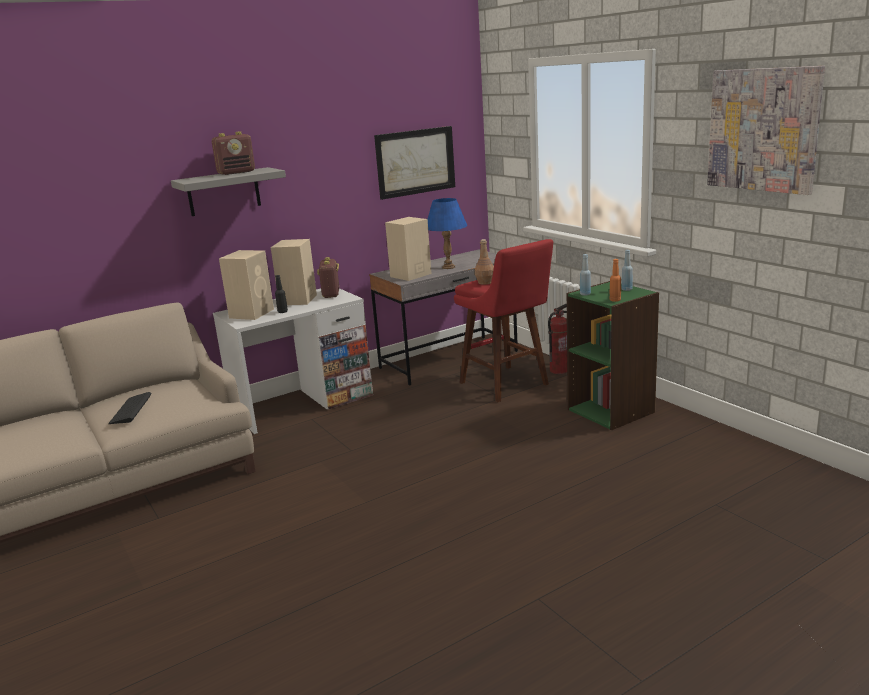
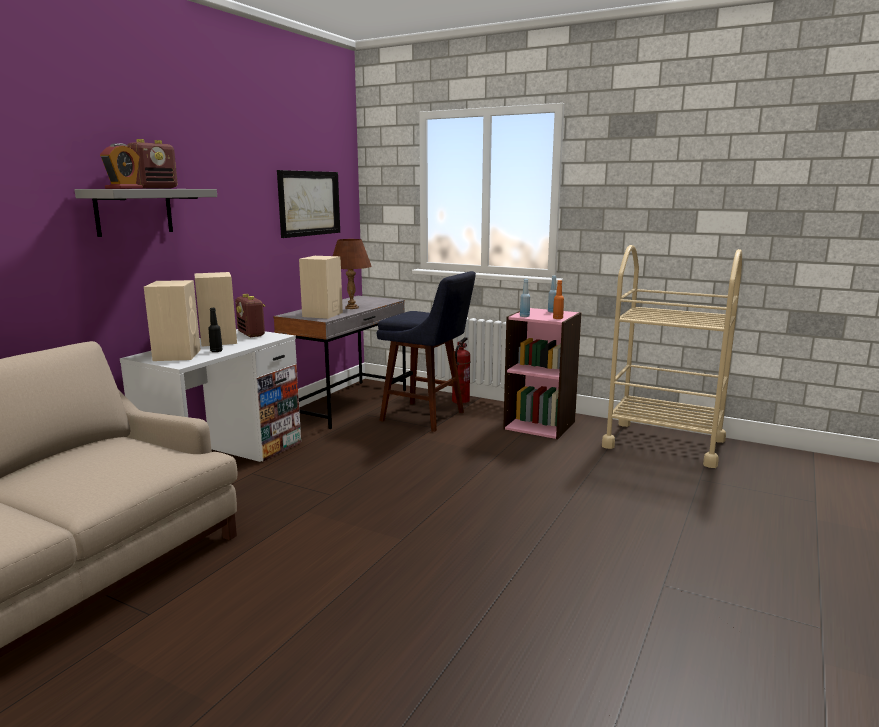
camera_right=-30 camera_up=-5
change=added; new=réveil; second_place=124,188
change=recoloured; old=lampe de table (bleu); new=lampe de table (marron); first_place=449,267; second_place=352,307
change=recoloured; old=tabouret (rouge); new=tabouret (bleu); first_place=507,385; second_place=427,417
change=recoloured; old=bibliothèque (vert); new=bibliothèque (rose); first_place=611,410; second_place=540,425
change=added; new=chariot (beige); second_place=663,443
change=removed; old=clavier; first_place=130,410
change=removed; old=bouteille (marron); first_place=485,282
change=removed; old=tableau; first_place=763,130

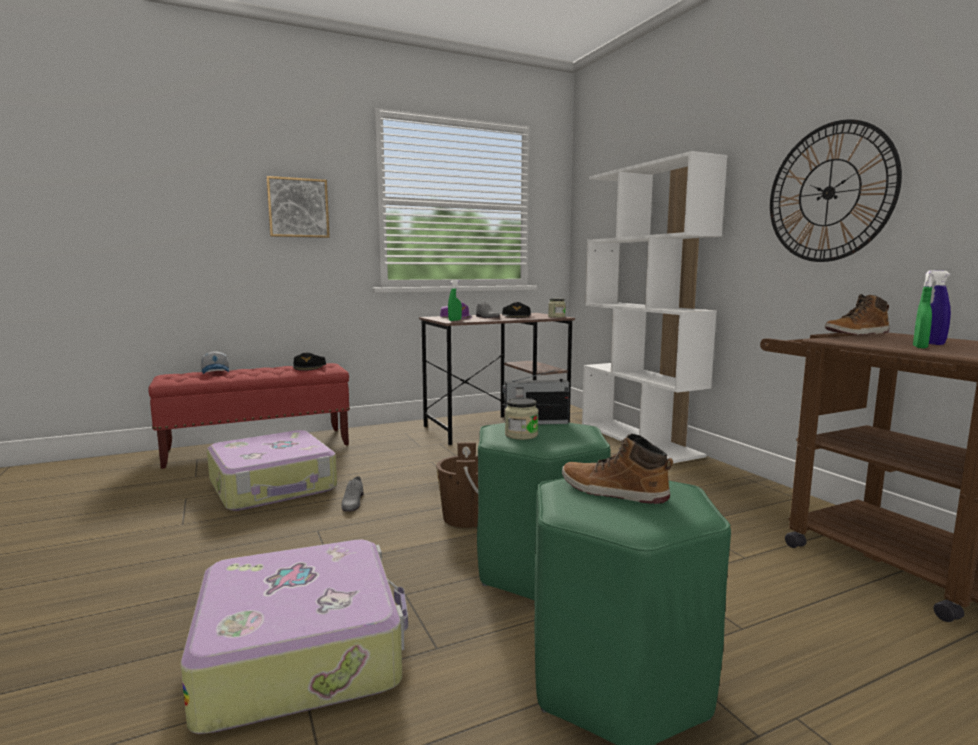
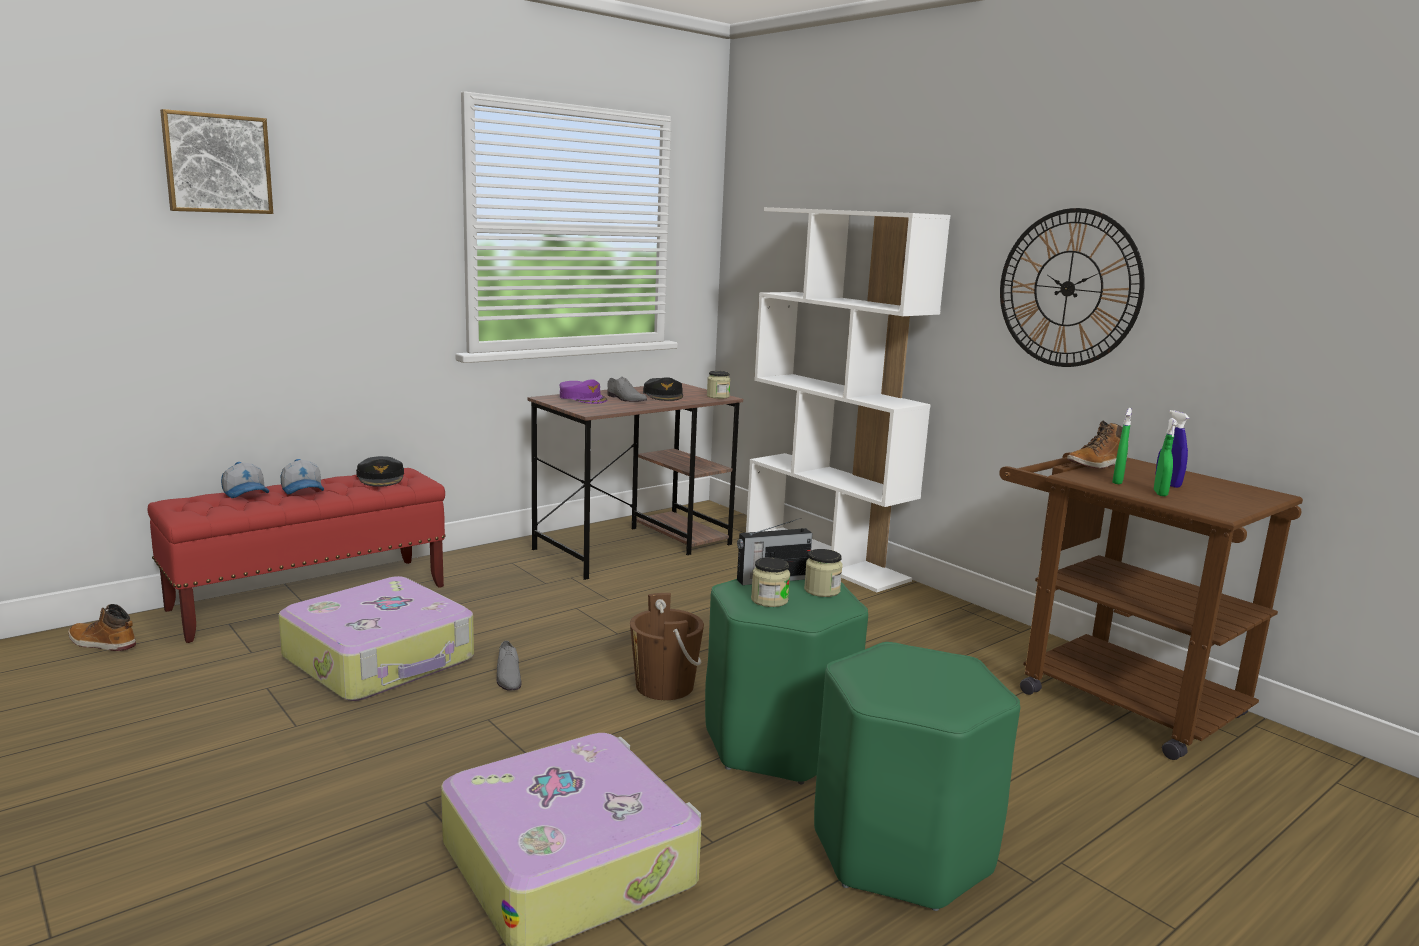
camera_right=-15 camera_up=5
change=moved; old=botte; first_place=612,492; second_place=102,643
change=moved; old=tableau; first_place=298,208; second_place=217,163
change=added; new=casquette; second_place=303,489
change=added; new=bocal; second_place=822,590
change=moved; old=vaporisateur (vert); first_place=455,320; second_place=1117,481

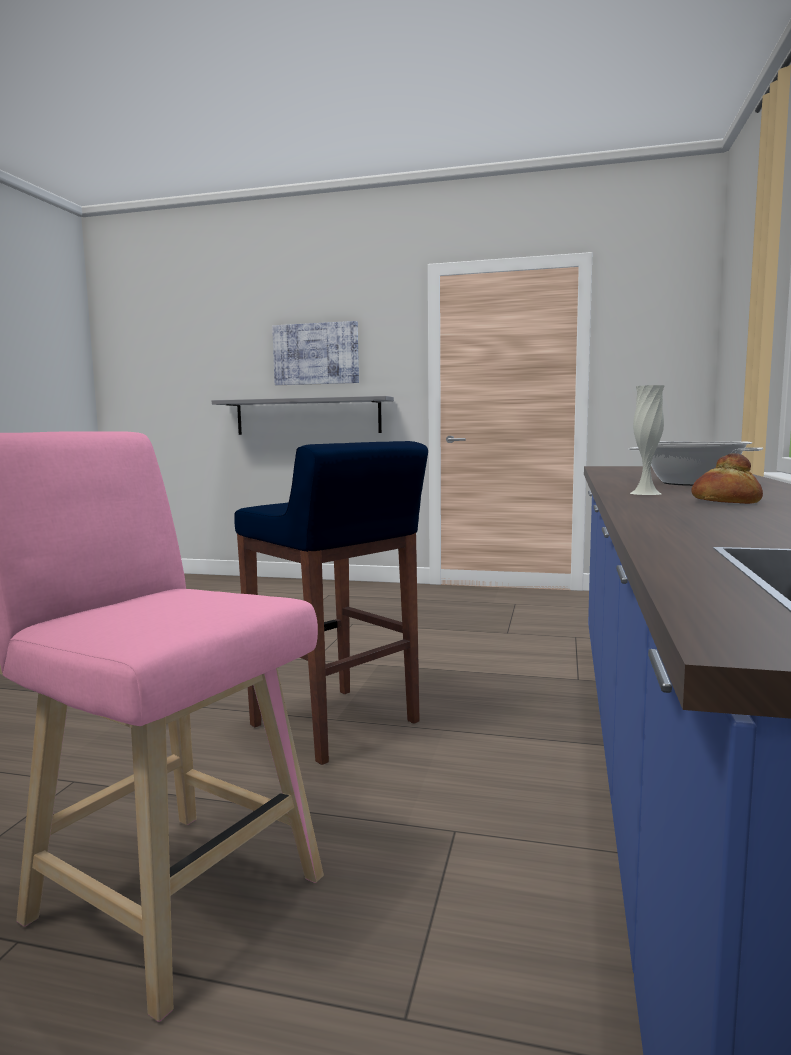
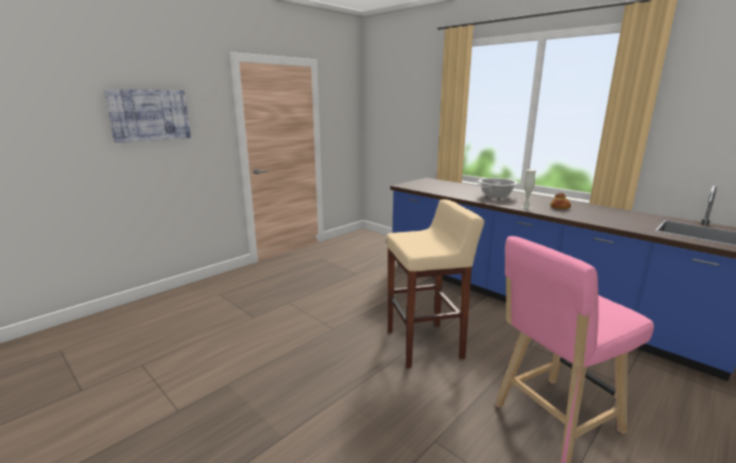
camera_right=-60 camera_up=10
change=recoloured; old=tabouret (bleu); new=tabouret (beige); first_place=336,725; second_place=425,344
change=removed; old=étagère (gris); first_place=307,416

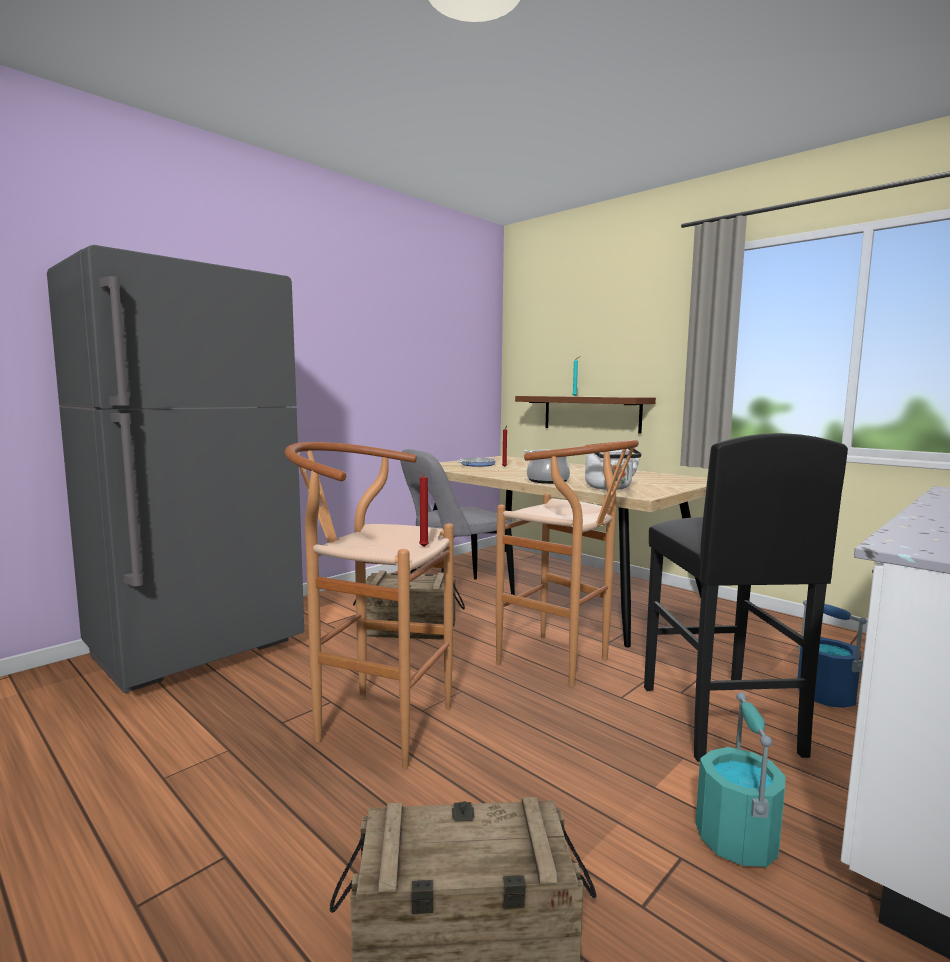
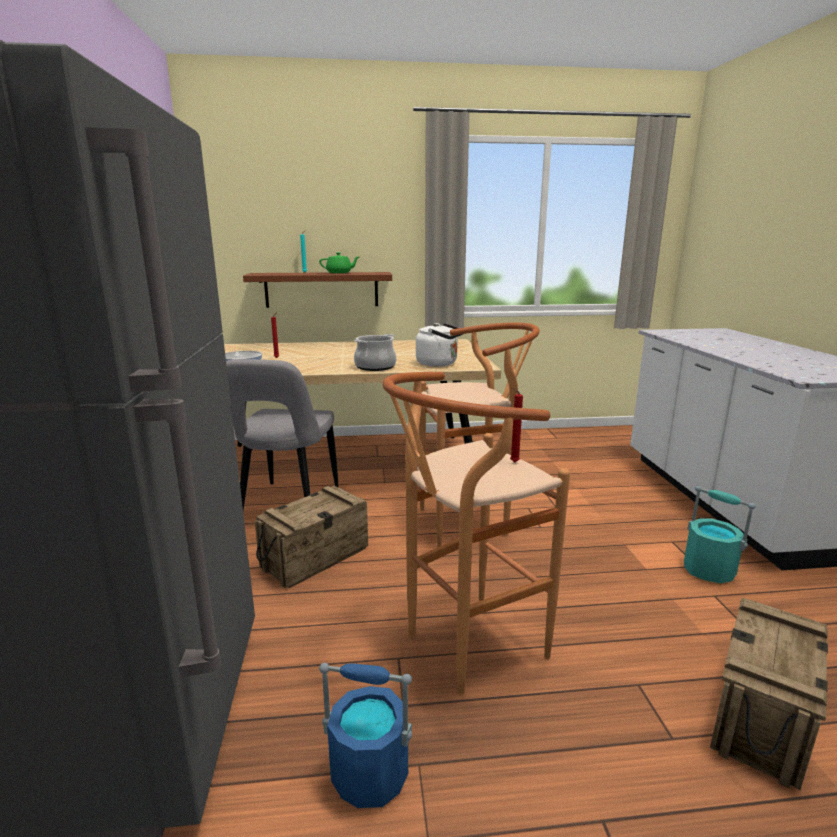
camera_right=-50 camera_up=10
change=added; new=théière (vert); second_place=339,273
change=moved; old=seau (bleu); first_place=825,696; second_place=369,774
change=removed; old=tabouret (noir); first_place=717,719

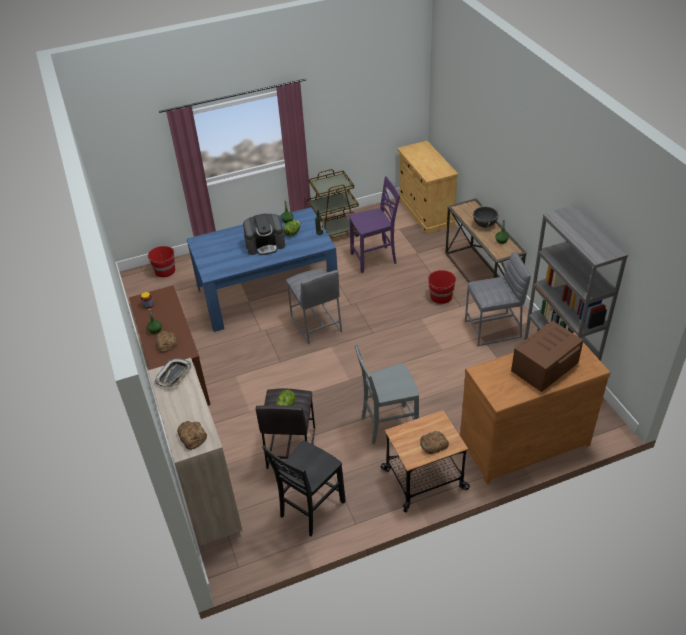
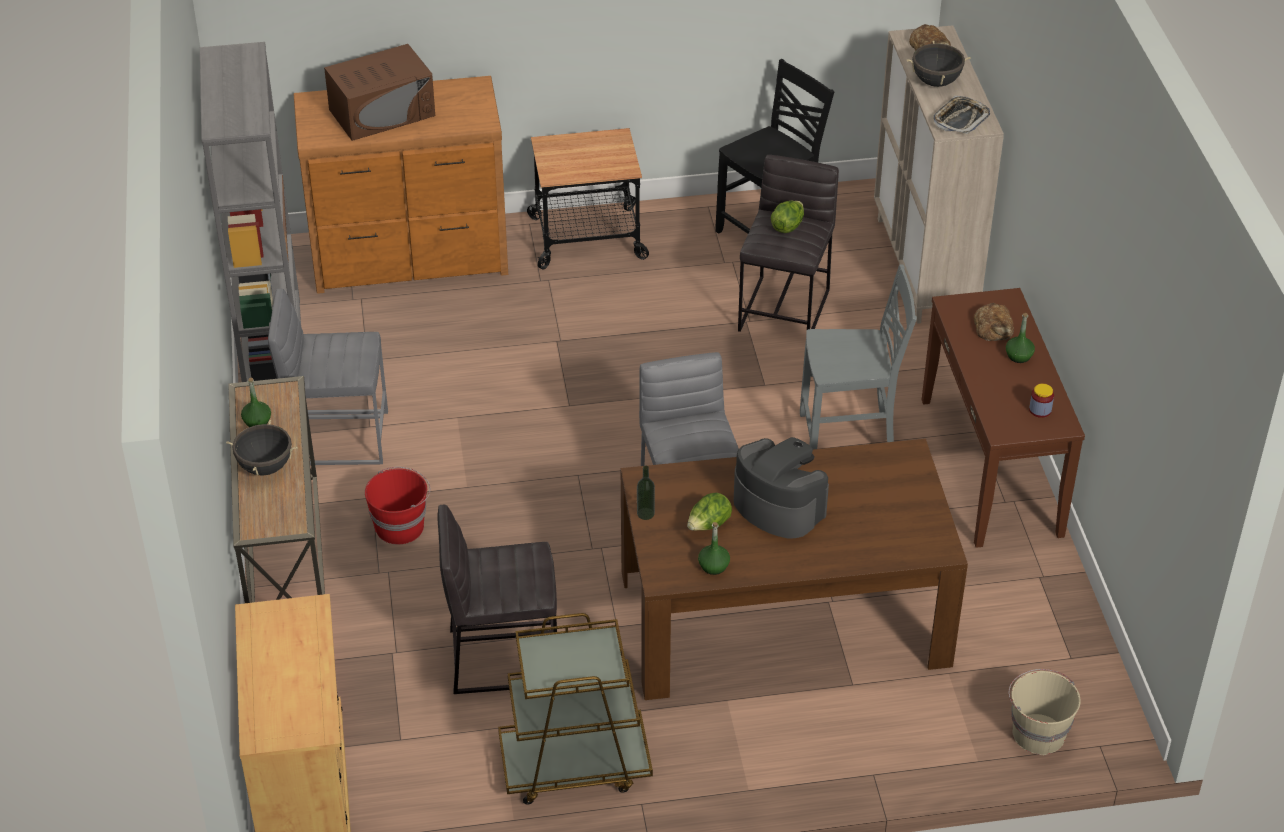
camera_right=-170 camera_up=0
change=replaced; old=chaise (violet); new=tabouret (gris); first_place=374,259; second_place=502,656
change=recoloured; old=table à manger (bleu); new=table à manger (marron); first_place=267,291; second_place=783,618
change=turned; old=machine à café; first_place=265,245; second_place=778,506; degrees=45
change=moved; old=chaise (gris); first_place=388,425; second_place=849,438
change=added; new=marmite (noir); second_place=936,82
change=recoloured; old=seau (rouge); new=seau (beige); first_place=165,271; second_place=1037,733
change=removed; old=pain; first_place=433,444

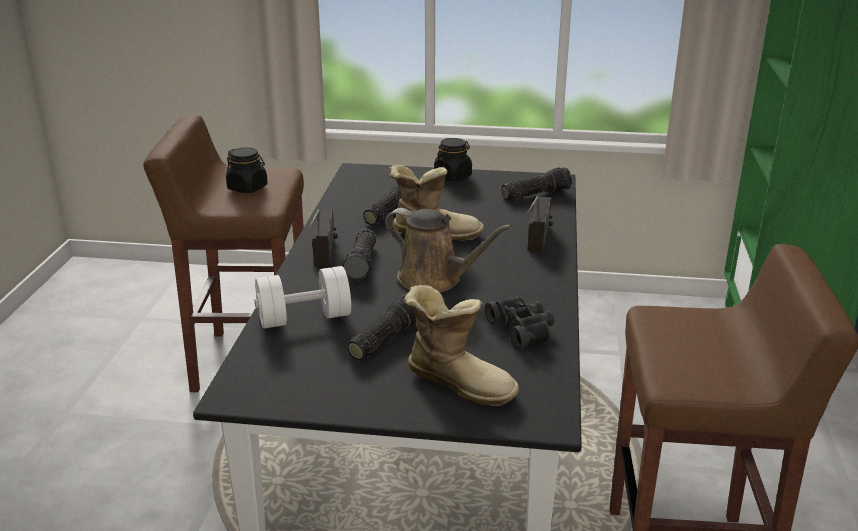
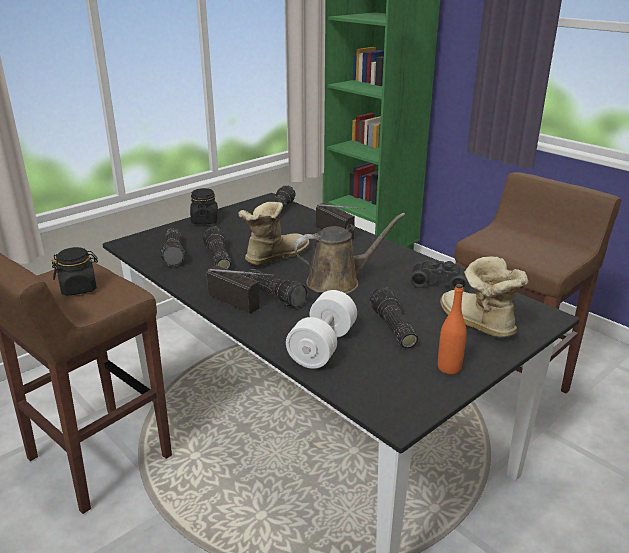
camera_right=-50 camera_up=0
change=added; new=lampe de poche; second_place=175,254
change=added; new=bouteille (orange); second_place=449,368
change=turned; old=botte; first_place=459,381; second_place=476,324; degrees=-105

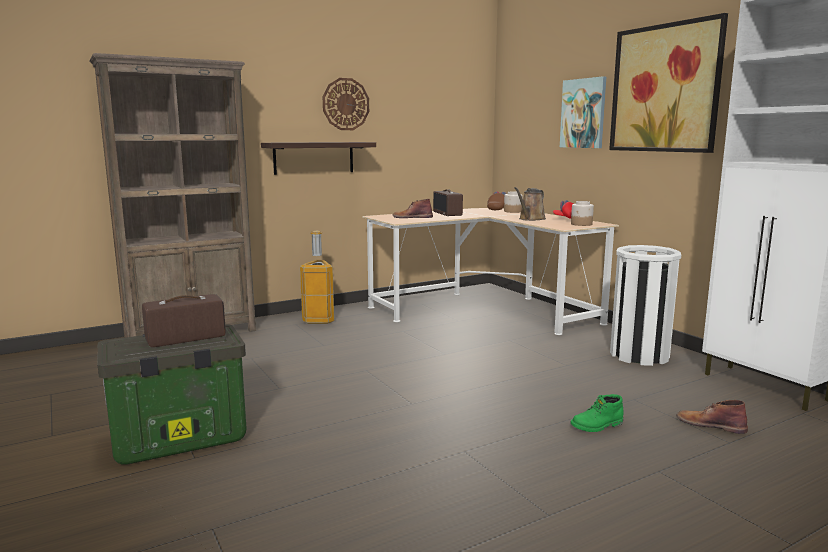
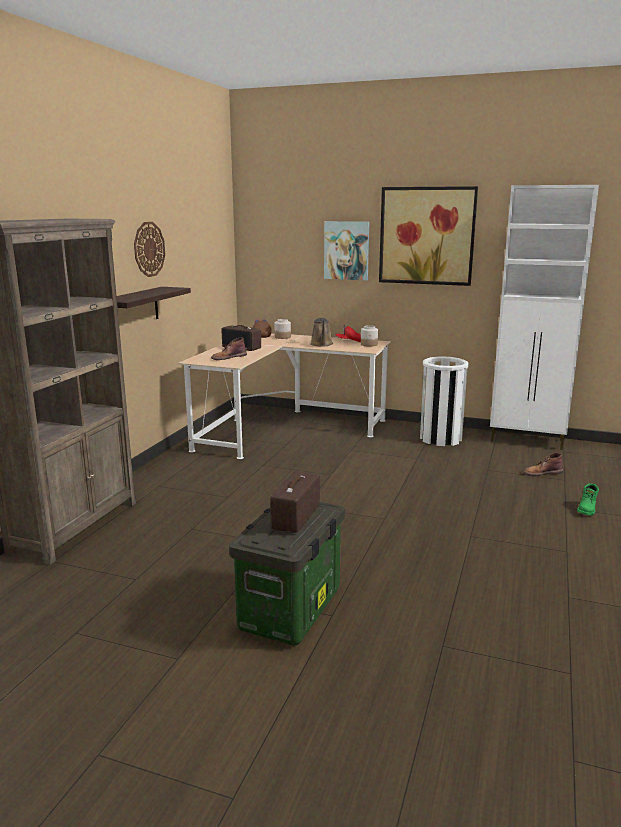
camera_right=-40 camera_up=5
change=moved; old=botte (vert); first_place=597,426; second_place=587,509
change=removed; old=poubelle; first_place=319,320

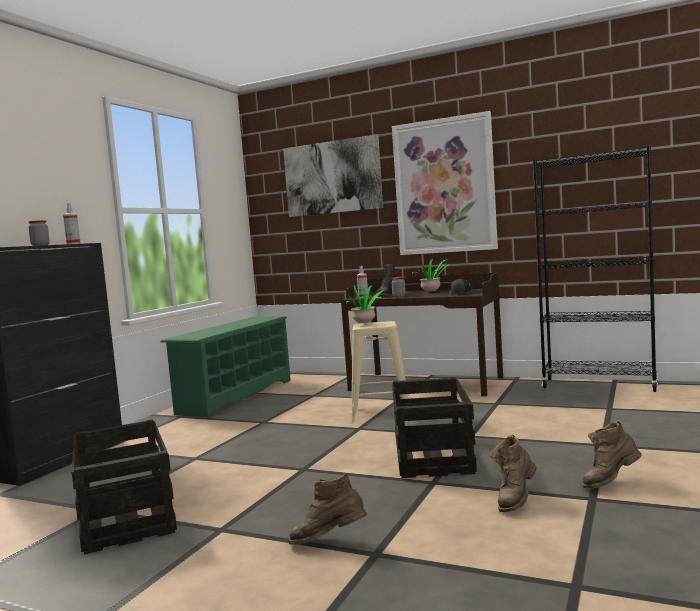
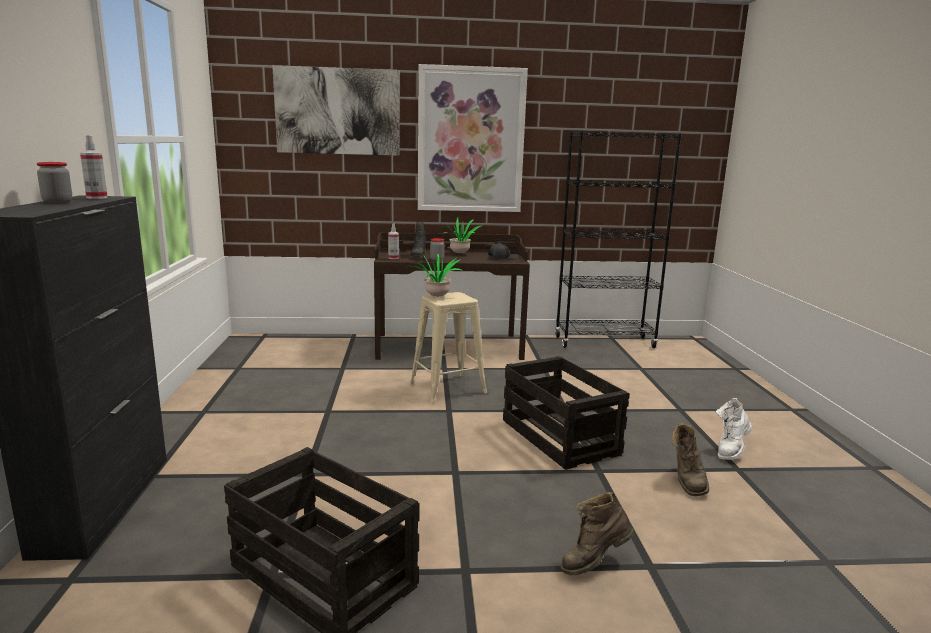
camera_right=-30 camera_up=10
change=recoloured; old=botte (marron); new=botte (blanc); first_place=610,483; second_place=731,450
change=removed; old=étagère à chaussures (vert); first_place=235,396

